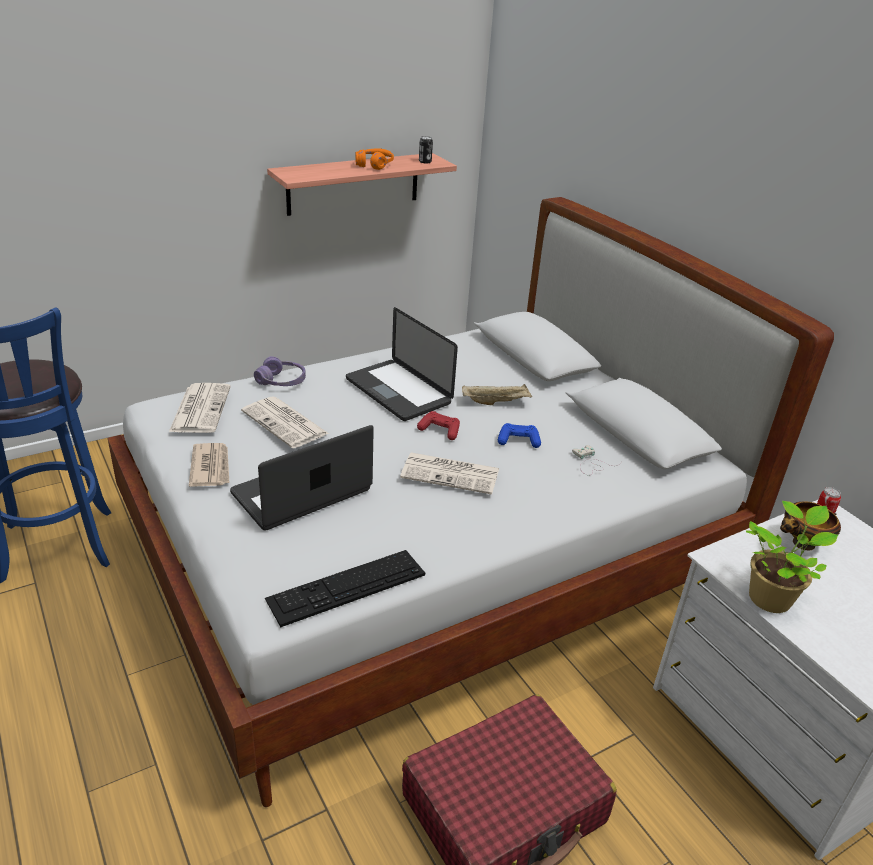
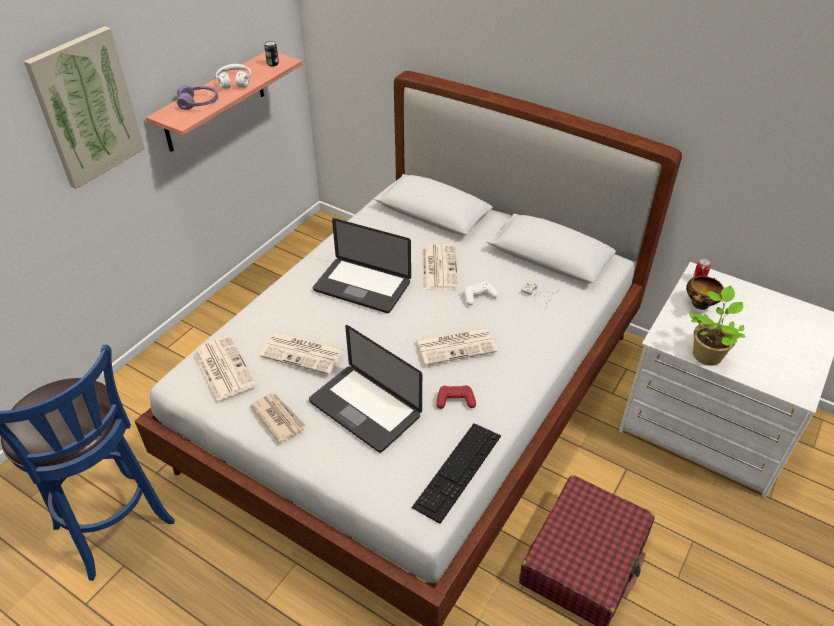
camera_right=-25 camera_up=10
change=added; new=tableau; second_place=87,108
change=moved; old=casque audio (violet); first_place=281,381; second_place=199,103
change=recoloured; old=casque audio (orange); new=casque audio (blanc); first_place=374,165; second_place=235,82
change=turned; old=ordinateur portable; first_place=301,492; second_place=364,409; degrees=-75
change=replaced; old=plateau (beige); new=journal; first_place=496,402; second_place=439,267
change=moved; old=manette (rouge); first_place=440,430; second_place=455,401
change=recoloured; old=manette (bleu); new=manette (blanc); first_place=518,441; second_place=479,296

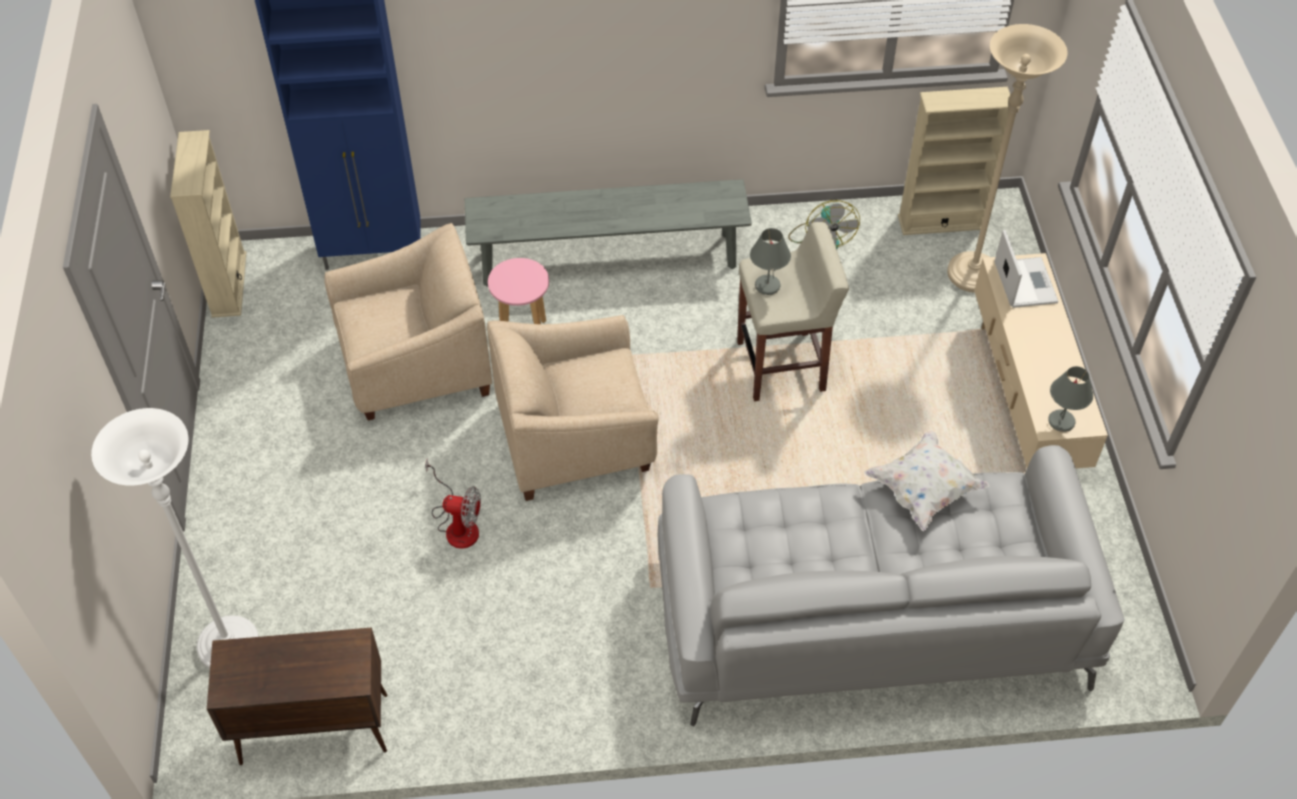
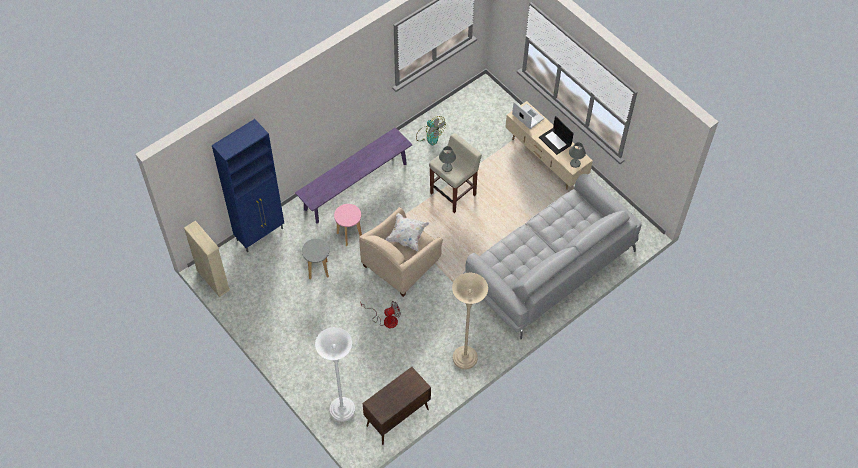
camera_right=-35 camera_up=5
change=recoloured; old=banc (gris); new=banc (violet); first_place=608,259; second_place=355,186
change=replaced; old=fauteuil (beige); new=tabouret (gris); first_place=416,365; second_place=318,270
change=moved; old=coussin (blanc); first_place=923,490; second_place=407,236
change=moved; old=lampadaire (beige); first_place=972,274; second_place=465,358
change=added; new=ordinateur portable; second_place=555,141
change=removed; old=bibliothèque (beige); first_place=940,222

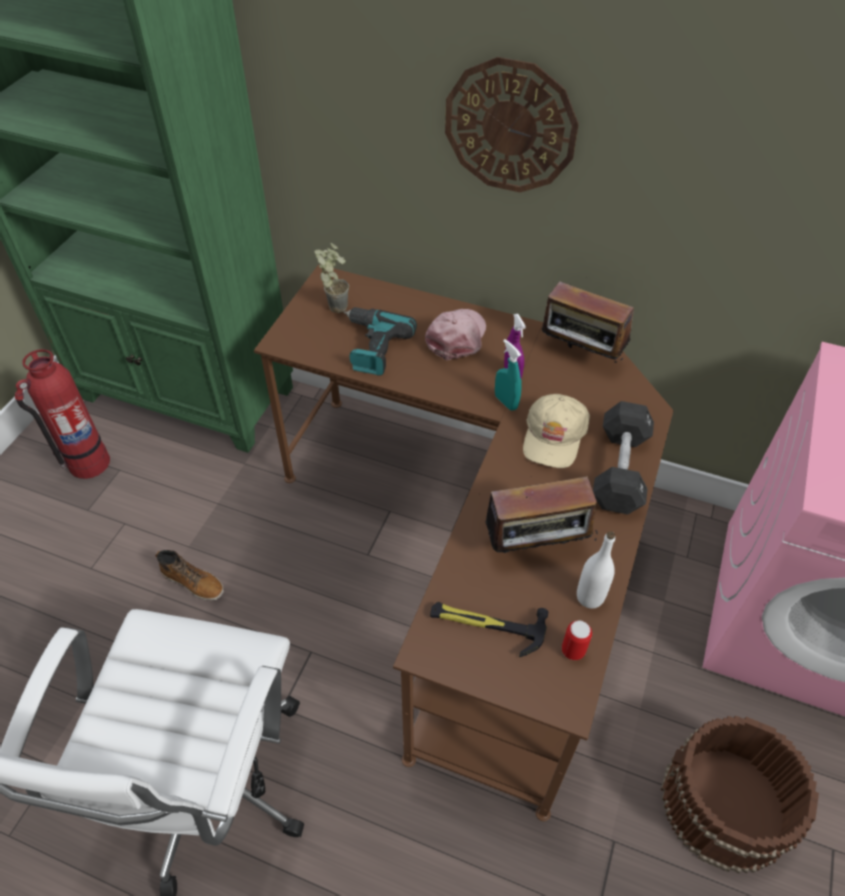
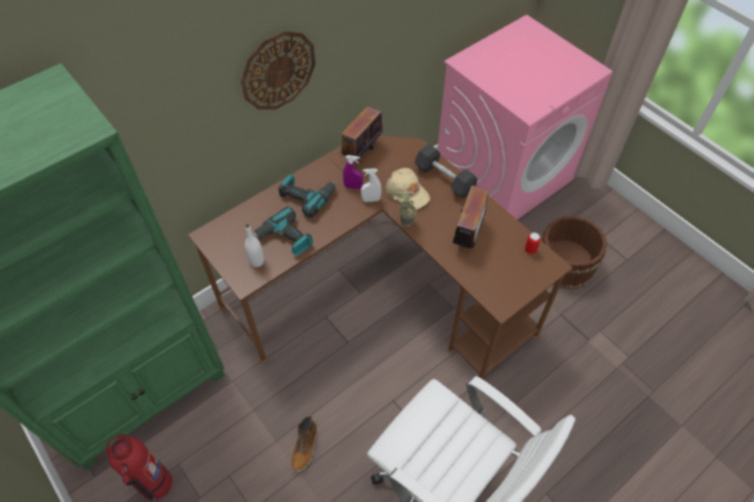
camera_right=-60 camera_up=5
change=moved; old=bouteille (blanc); first_place=590,597; second_place=257,261
change=replaced; old=casquette (rose); new=perceuse; first_place=457,337; second_place=307,196
change=turned; old=botte; first_place=193,582; second_place=305,447; degrees=135
change=turned; old=radio; first_place=580,355; second_place=361,152; degrees=150
change=recoloured; old=vaporisateur (turquoise); new=vaporisateur (blanc); first_place=506,402; second_place=371,199
change=moved; old=plante en pot; first_place=335,304; second_place=403,222
change=removed; old=marteau; first_place=487,625

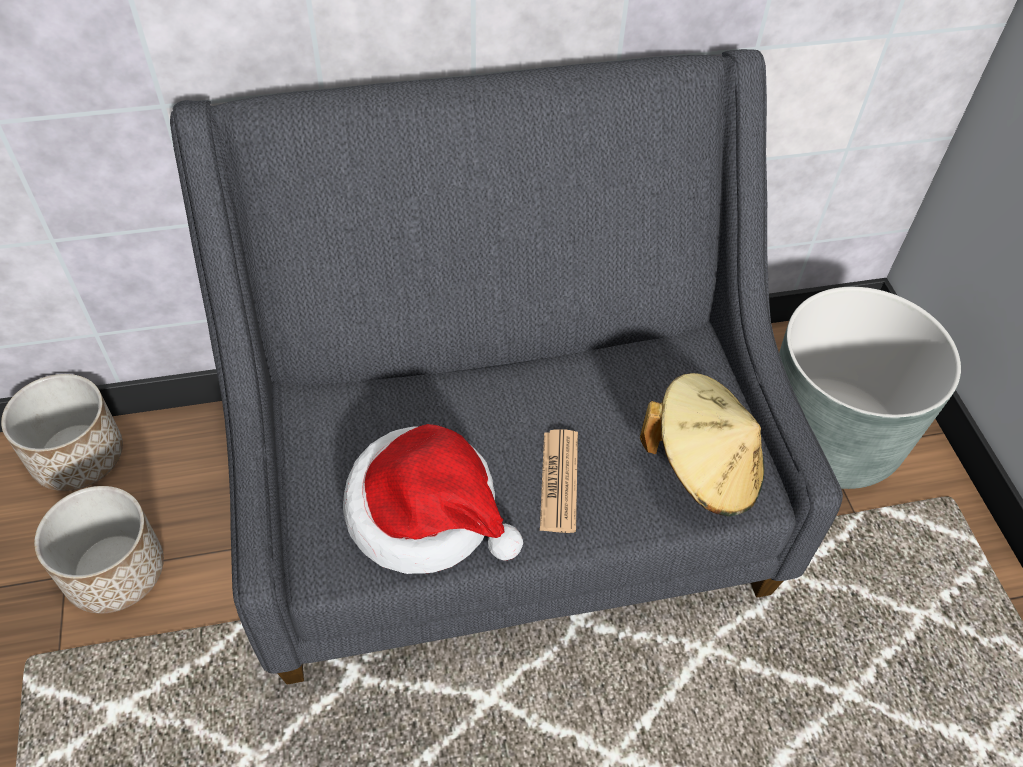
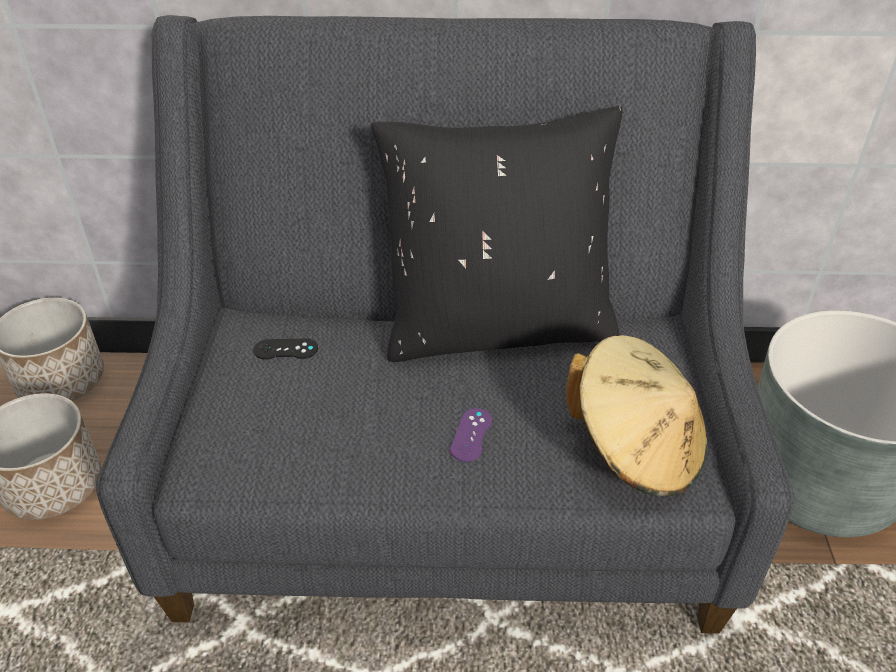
camera_right=15 camera_up=-10
change=added; new=manette (noir); second_place=286,349
change=added; new=coussin (noir); second_place=498,326
change=replaced; old=journal; new=manette (violet); first_place=559,481; second_place=471,435
change=removed; old=chapeau; first_place=426,514

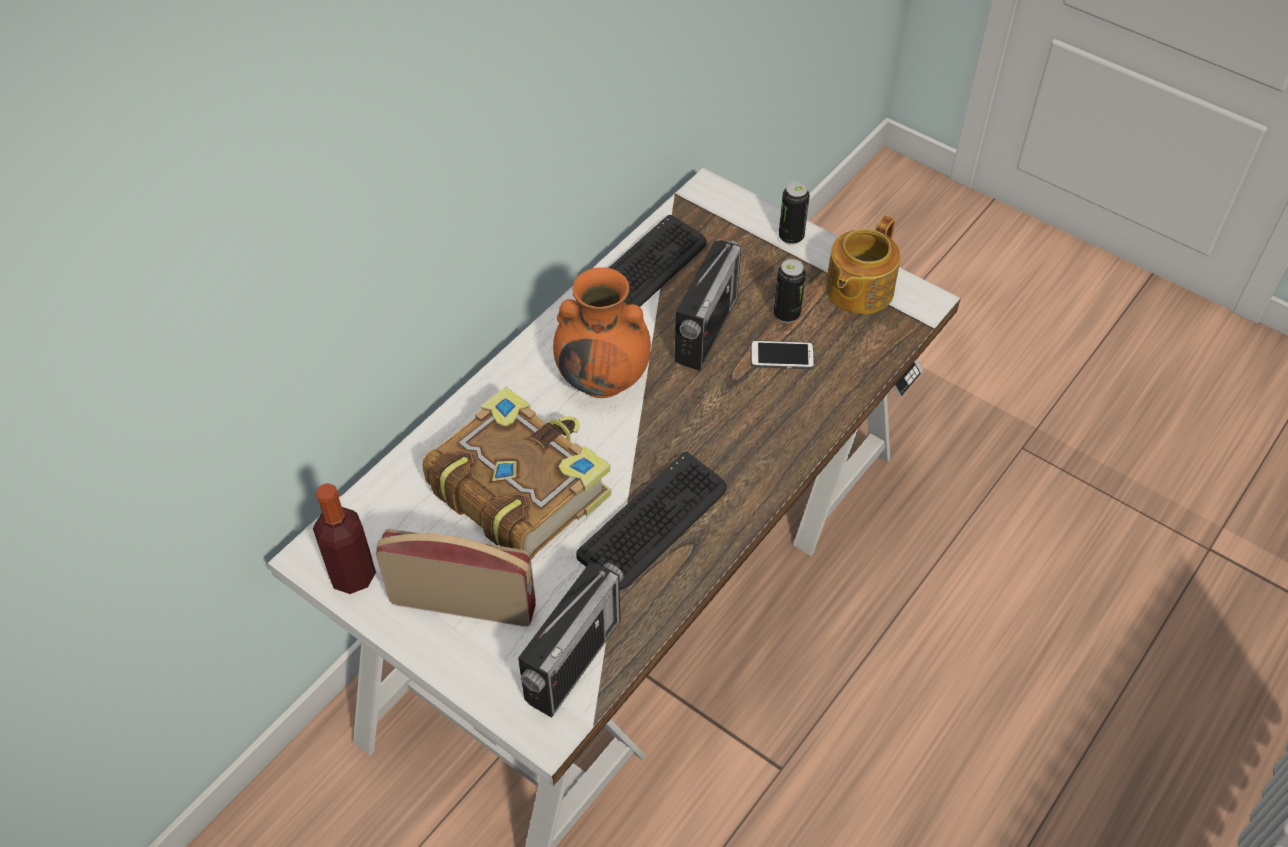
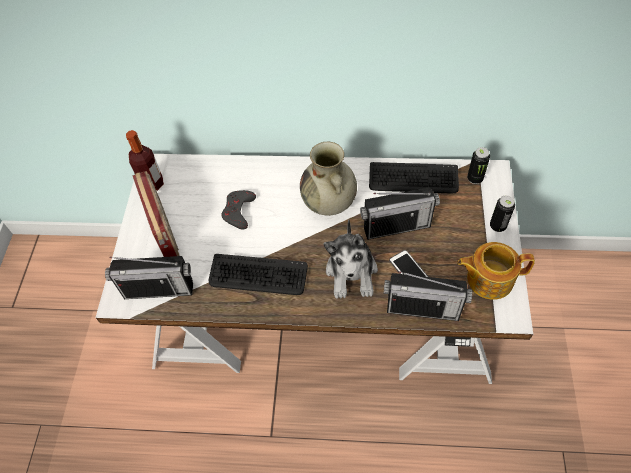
camera_right=60 camera_up=5
change=replaced; old=livre; new=manette (gris); first_place=518,488; second_place=239,211
change=recoloured; old=vase (orange); new=vase (beige); first_place=604,378; second_place=329,204
change=added; new=peluche; second_place=352,272
change=added; new=radio; second_place=423,309
change=moved; old=boîte métallique; first_place=786,314; second_place=475,178

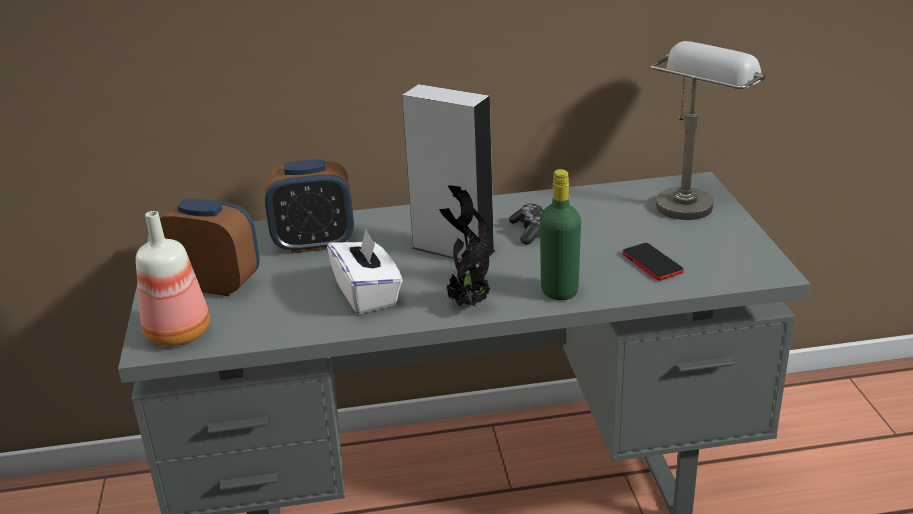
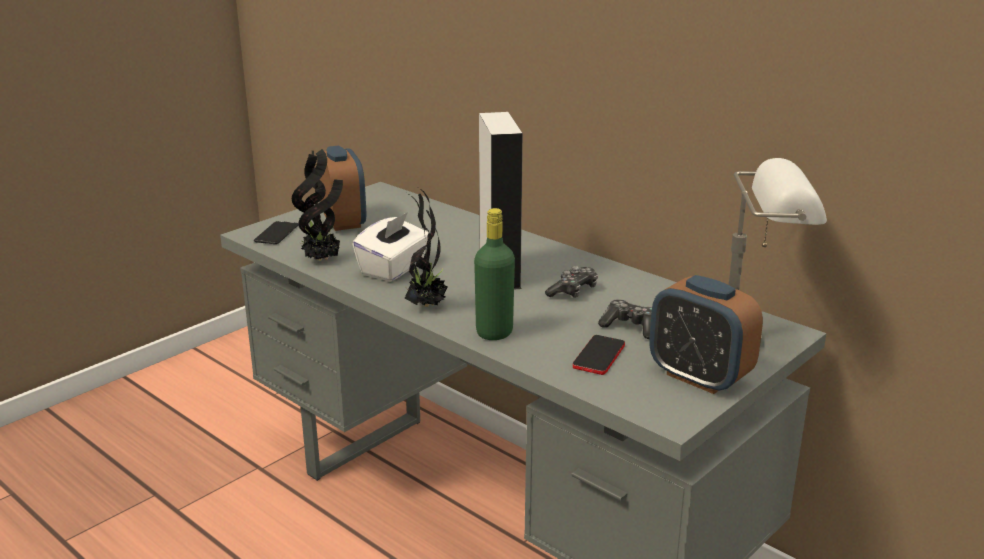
camera_right=50 camera_up=-5
change=replaced; old=bouteille; new=téléphone; first_place=179,332; second_place=276,234
change=added; new=plante en pot; second_place=322,259
change=added; new=manette; second_place=631,327
change=moved; old=réveil; first_place=314,243; second_place=699,377

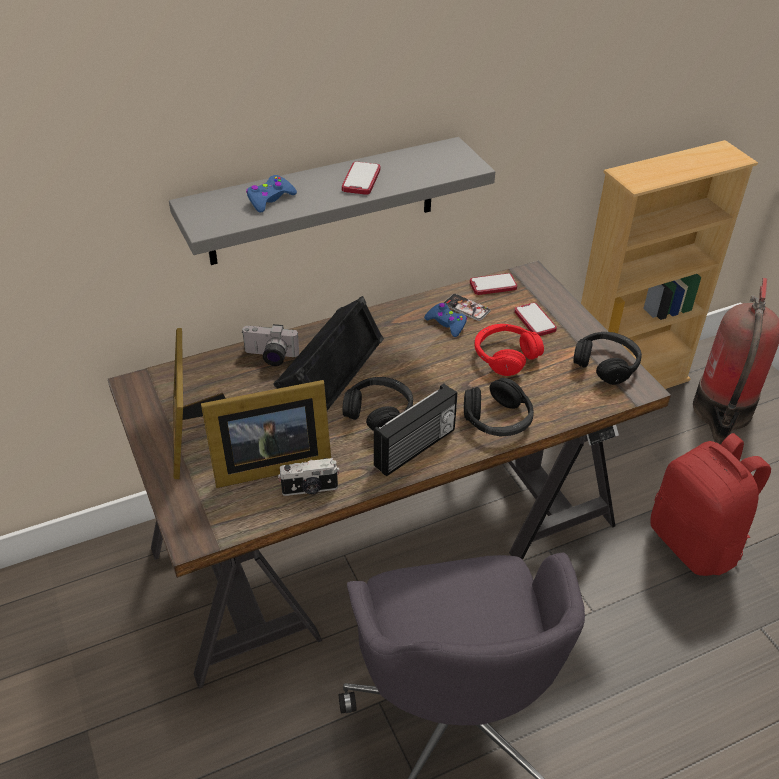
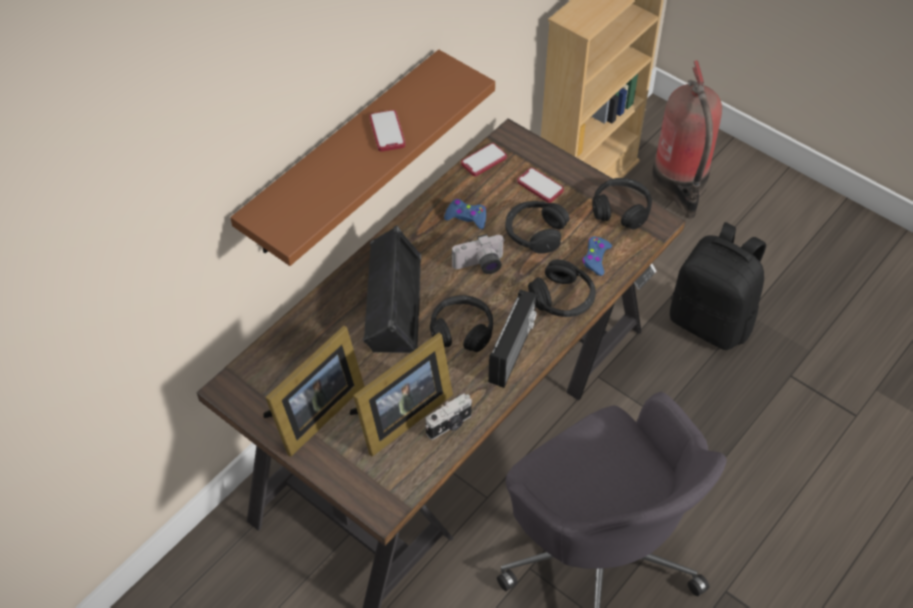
camera_right=-25 camera_up=10
change=recoloured; old=étagère (gris); new=étagère (marron); first_place=322,202; second_place=343,156
change=turned; old=cadre photo; first_place=191,433; second_place=314,414; degrees=-105
change=moved; old=appareil photo; first_place=270,357; second_place=480,266
change=recoloured; old=casque audio (rouge); new=casque audio (noir); first_place=505,356; second_place=535,232
change=moved; old=manette (bleu); first_place=270,199; second_place=596,259
change=recoloured; old=sac à dos (rouge); new=sac à dos (noir); first_place=695,543; second_place=711,321
change=removed; old=téléphone; first_place=466,308

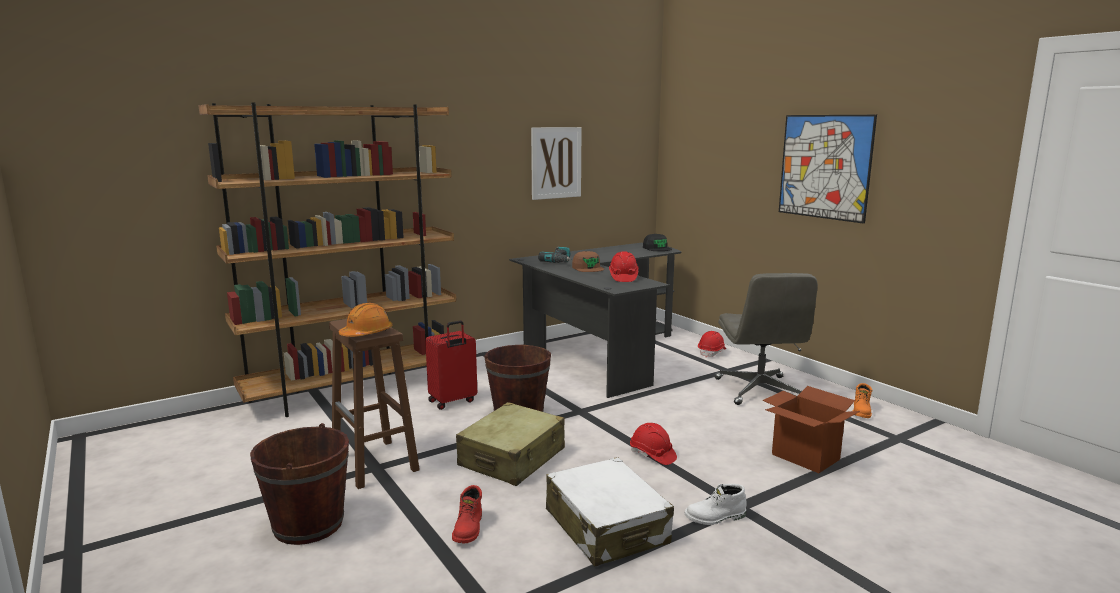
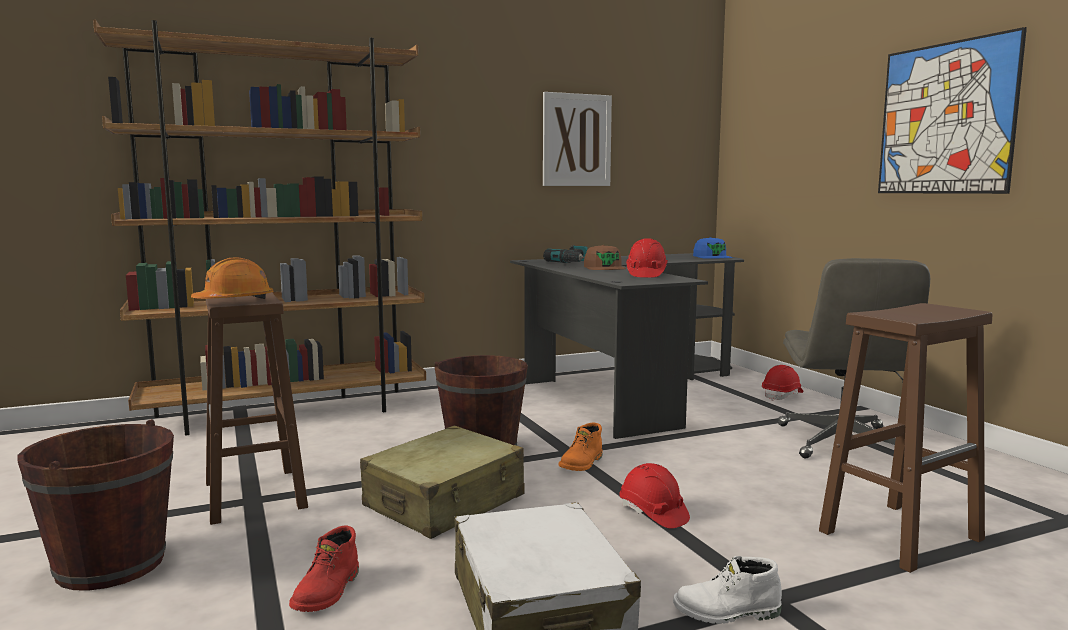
camera_right=10 camera_up=-5
change=moved; old=botte (orange); first_place=862,412; second_place=582,464
change=recoloured; old=casquette (noir); new=casquette (bleu); first_place=657,248; second_place=712,257
change=replaced; old=carton; new=tabouret (marron); first_place=805,457; second_place=901,534
change=removed; old=valise (rouge); first_place=453,402

